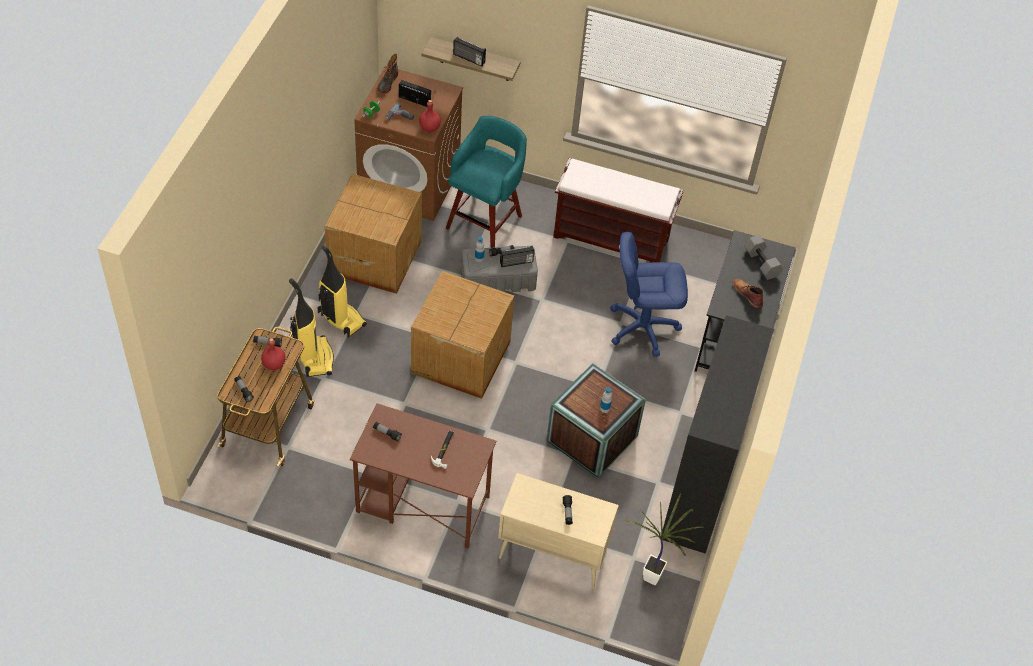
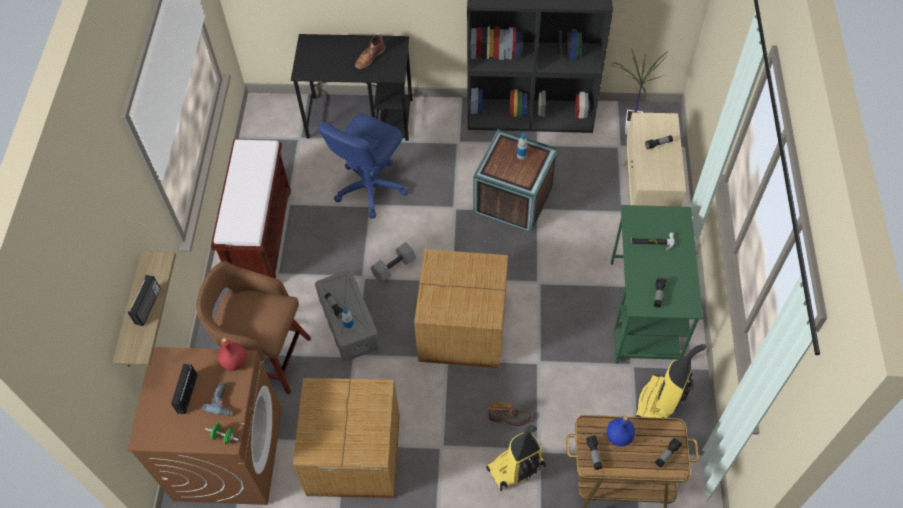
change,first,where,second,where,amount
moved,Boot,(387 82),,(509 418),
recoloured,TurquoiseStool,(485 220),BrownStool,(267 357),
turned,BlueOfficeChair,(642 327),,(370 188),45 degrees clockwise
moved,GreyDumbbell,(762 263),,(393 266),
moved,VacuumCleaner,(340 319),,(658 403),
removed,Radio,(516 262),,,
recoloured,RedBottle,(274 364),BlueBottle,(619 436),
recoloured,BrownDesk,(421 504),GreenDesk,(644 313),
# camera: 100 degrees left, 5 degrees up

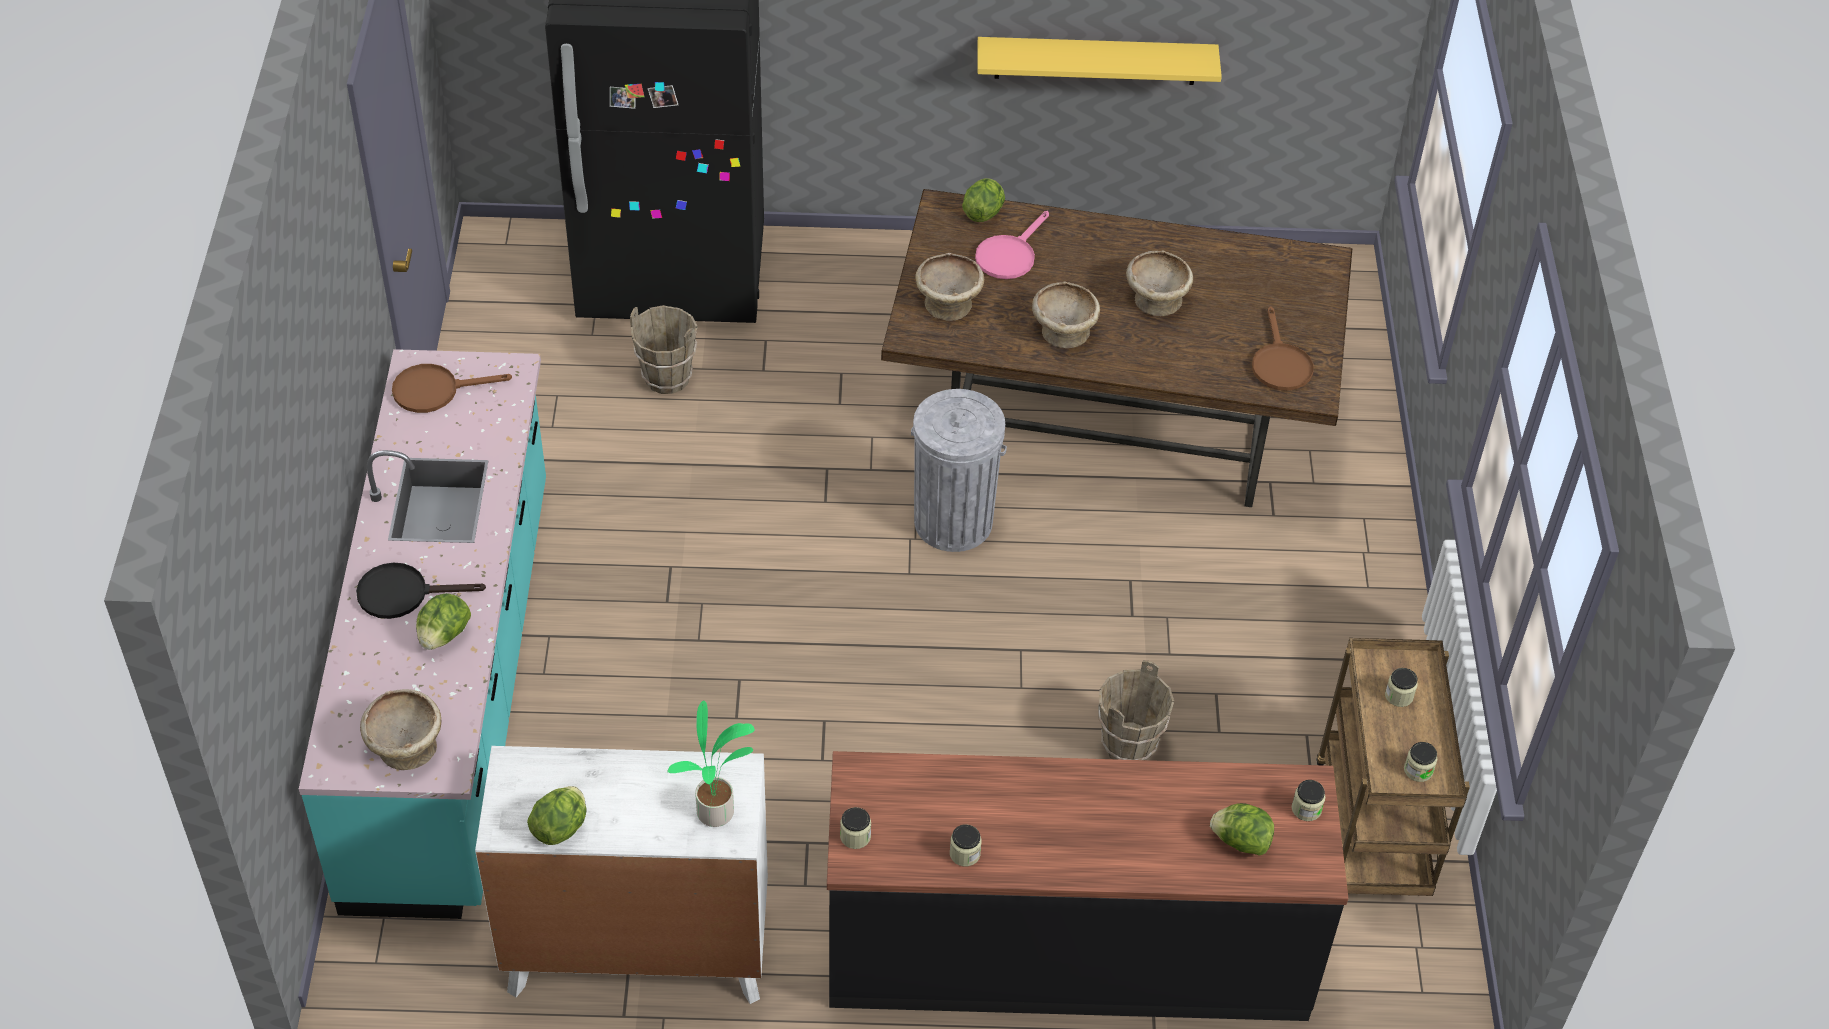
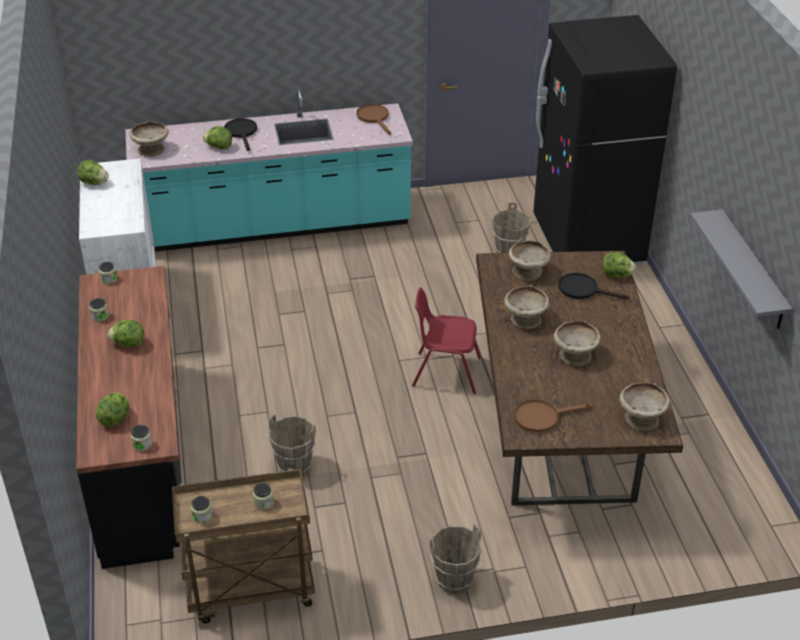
change,first,where,second,where,amount
recoloured,YellowShelf,(1096 60),GreyShelf,(752 270),
recoloured,PinkFryingPan,(1009 255),BlackFryingPan,(583 289),
replaced,GreyTrashCan,(953 521),RedChair,(445 372),
removed,PottedPlant,(717 814),,,
added,,,Lettuce,(128 344),
added,,,BeigeBowl,(641 418),
added,,,BrownBucket,(454 580),
# camera: 80 degrees right, 10 degrees down

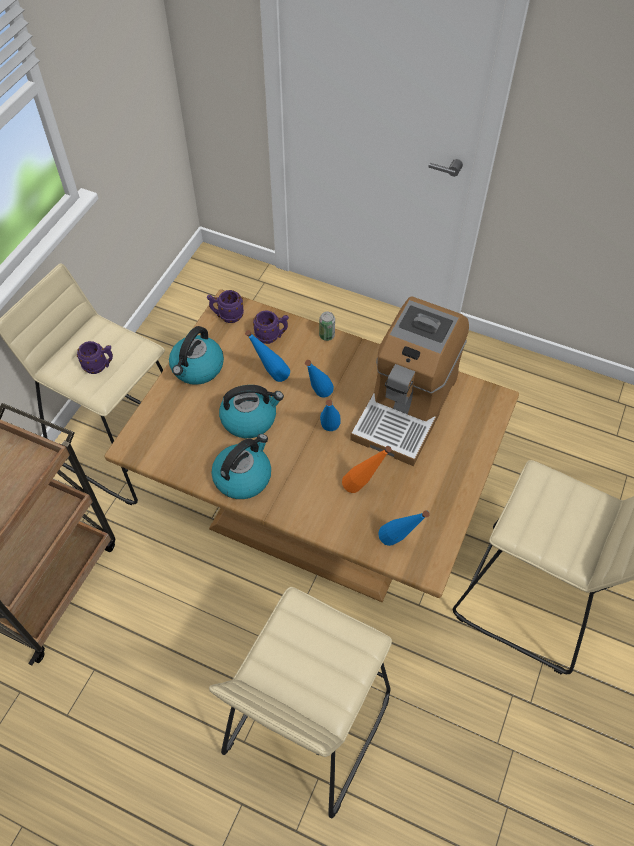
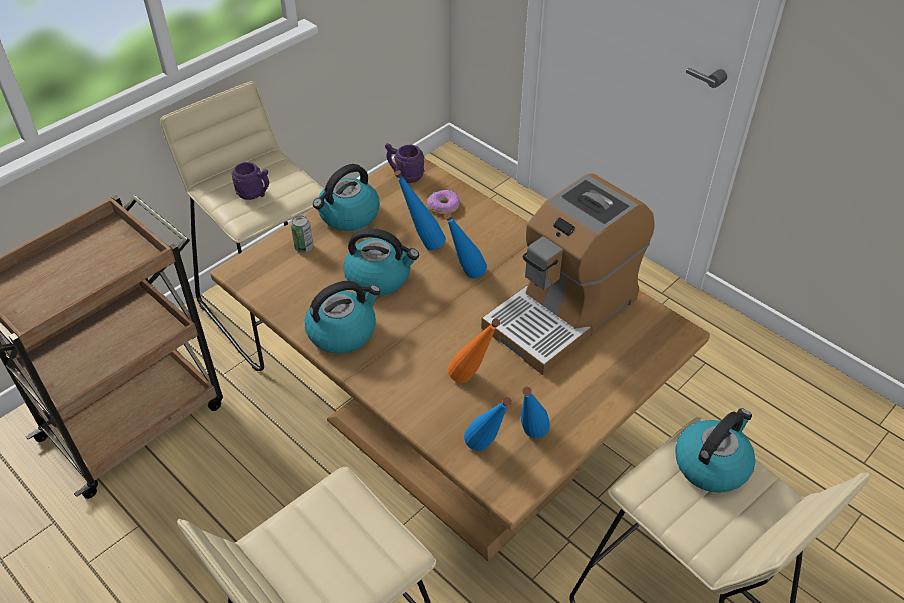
change,first,where,second,where,amount
replaced,PurpleMug,(272 336),Donut,(443 206),
moved,Can,(327 335),,(304 247),
moved,BlueBottle,(329 433),,(529 440),
added,,,Kettle,(711 464),
# camera: 20 degrees right, 10 degrees down

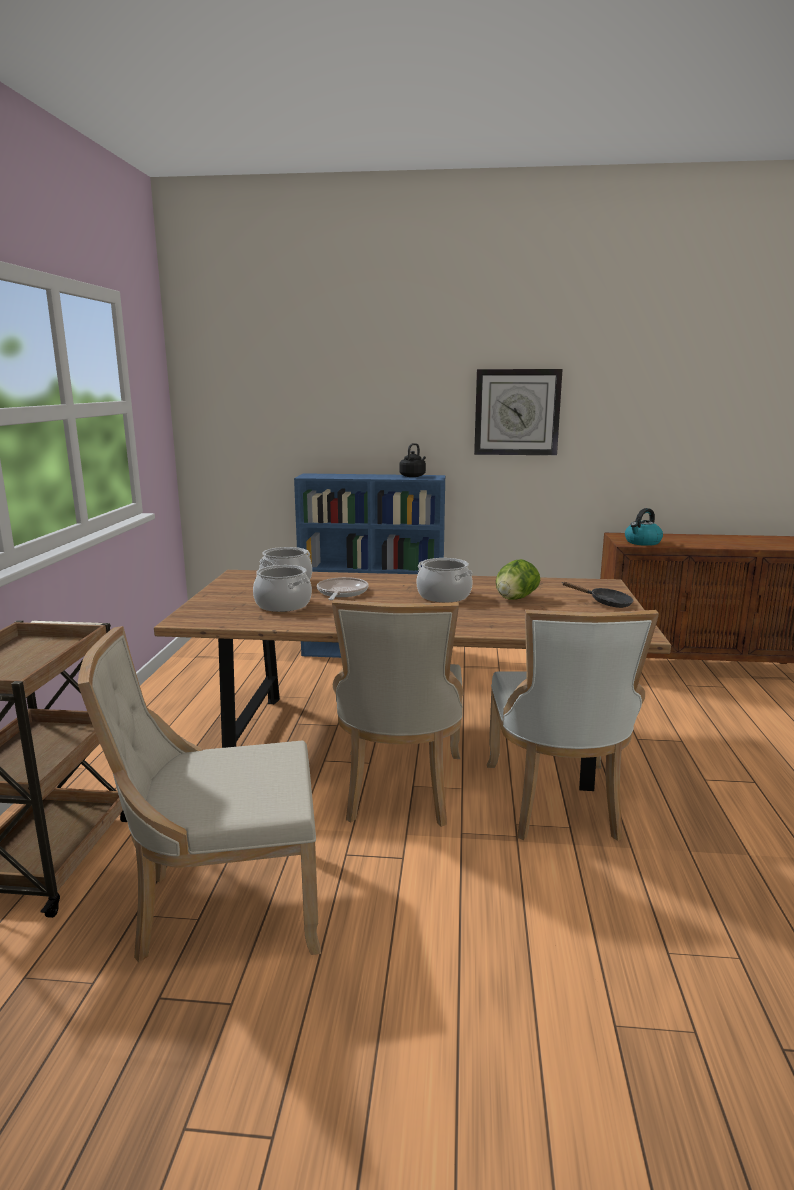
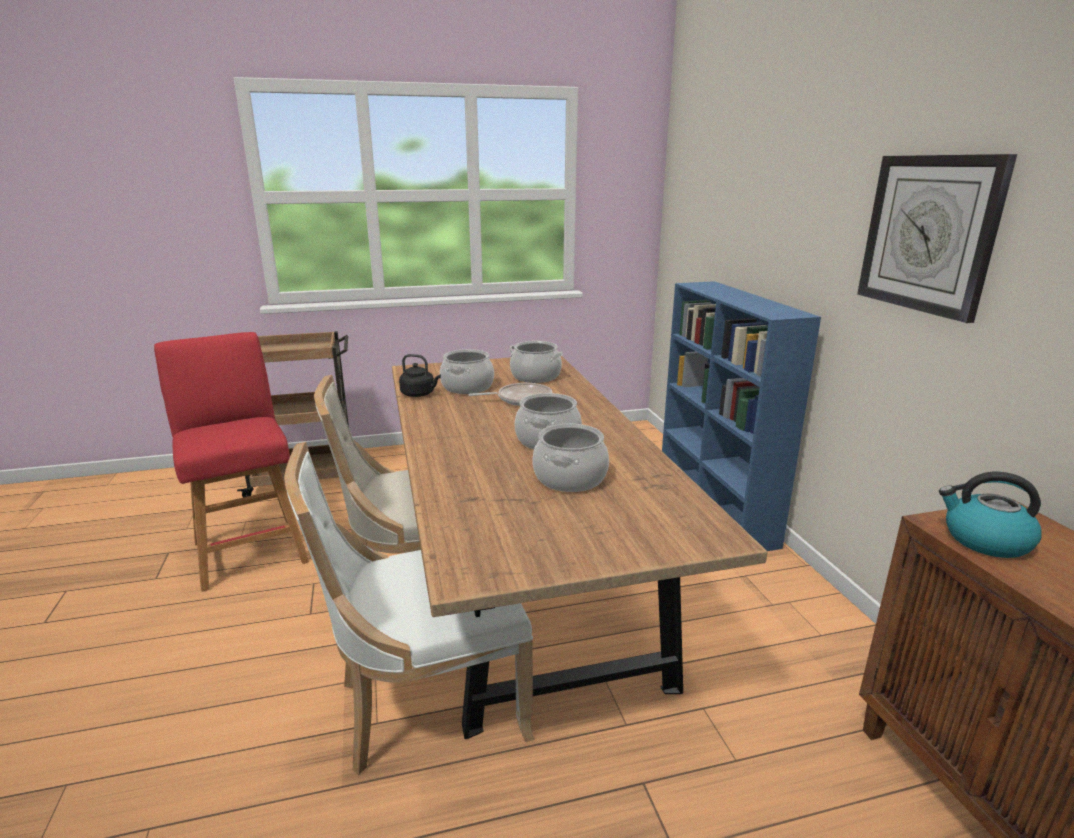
change,first,where,second,where,amount
moved,BlackKettle,(413 476),,(419 394),
replaced,Lettuce,(515 599),CookingPot,(570 478),
removed,BlackFryingPan,(606 603),,,
replaced,BeigeChair,(223 907),RedStool,(249 549),
# camera: 70 degrees right, 5 degrees up

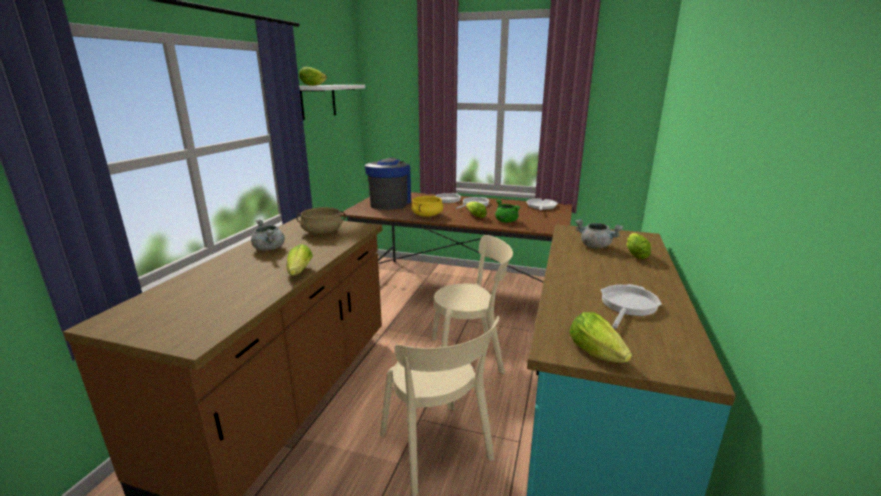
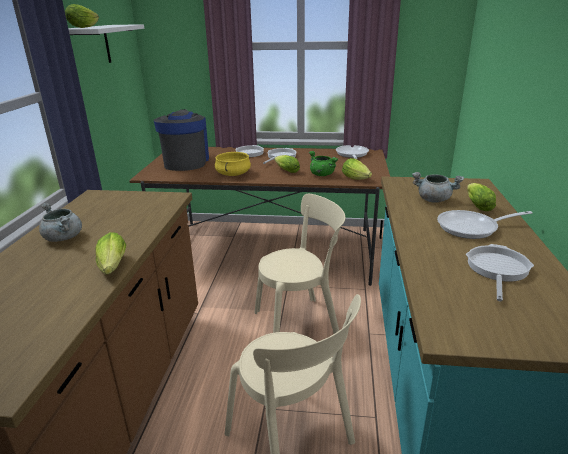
change,first,where,second,where,amount
removed,BeigeCookingPot,(322 232),,,
moved,Lettuce,(598 354),,(357 178),
added,,,FryingPan,(472 228),
# camera: 10 degrees left, 5 degrees up

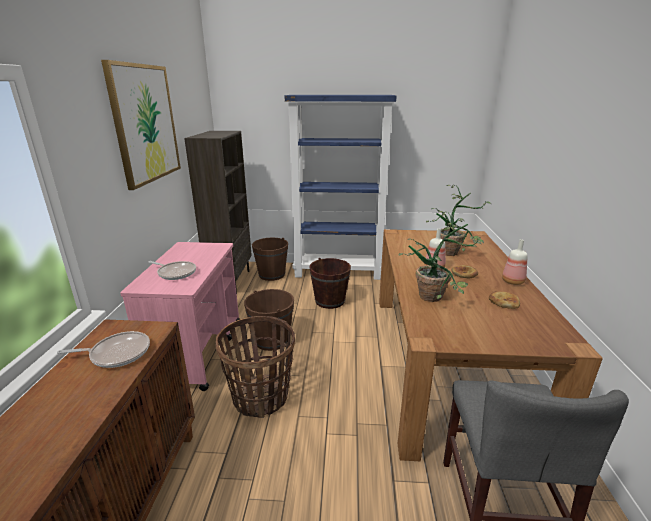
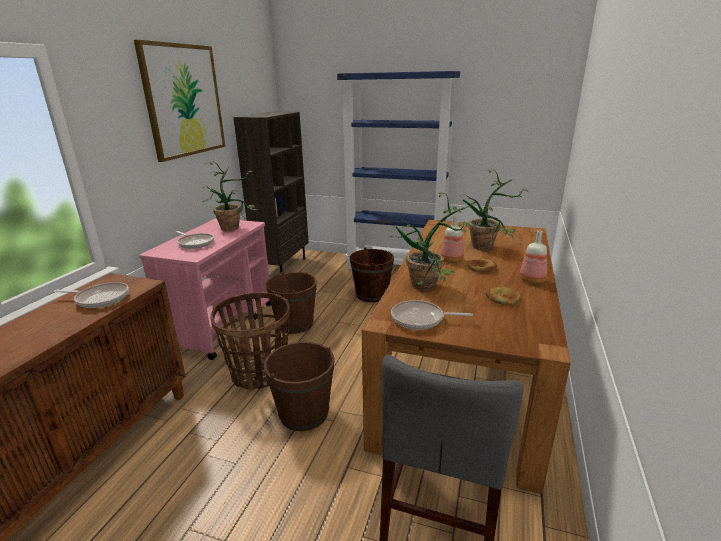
change,first,where,second,where,amount
moved,BrownBucket,(271 275),,(304 413),
added,,,PottedPlant,(233 226),
added,,,FryingPan,(420 319),
# camera: 15 degrees right, 0 degrees up

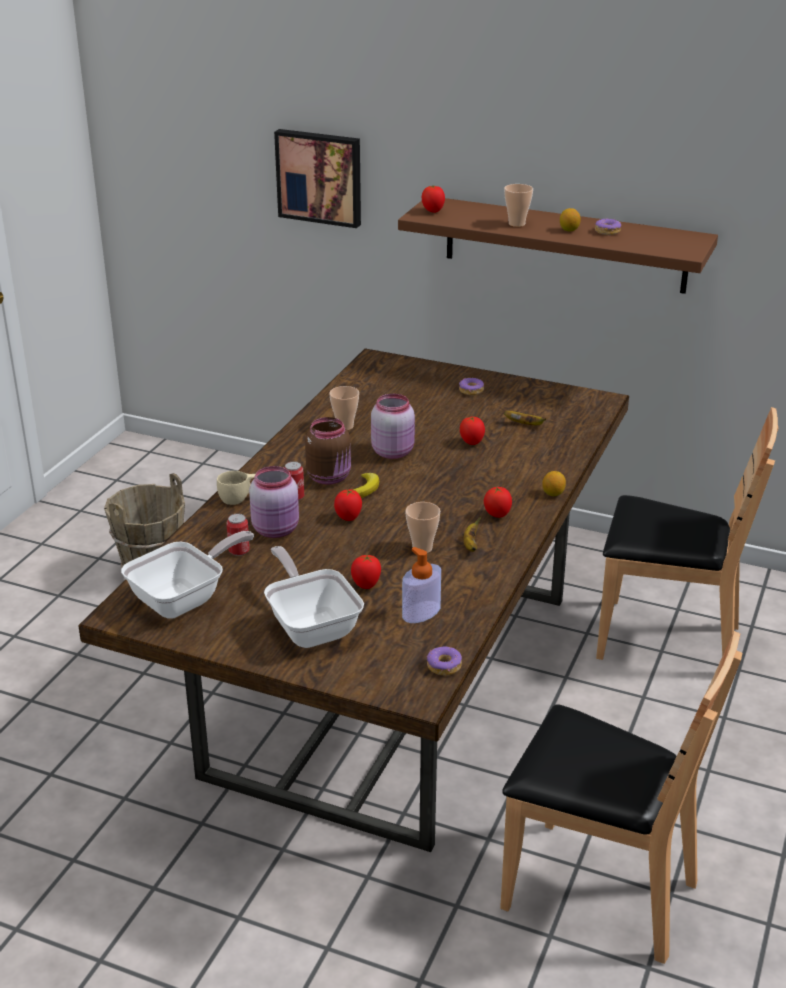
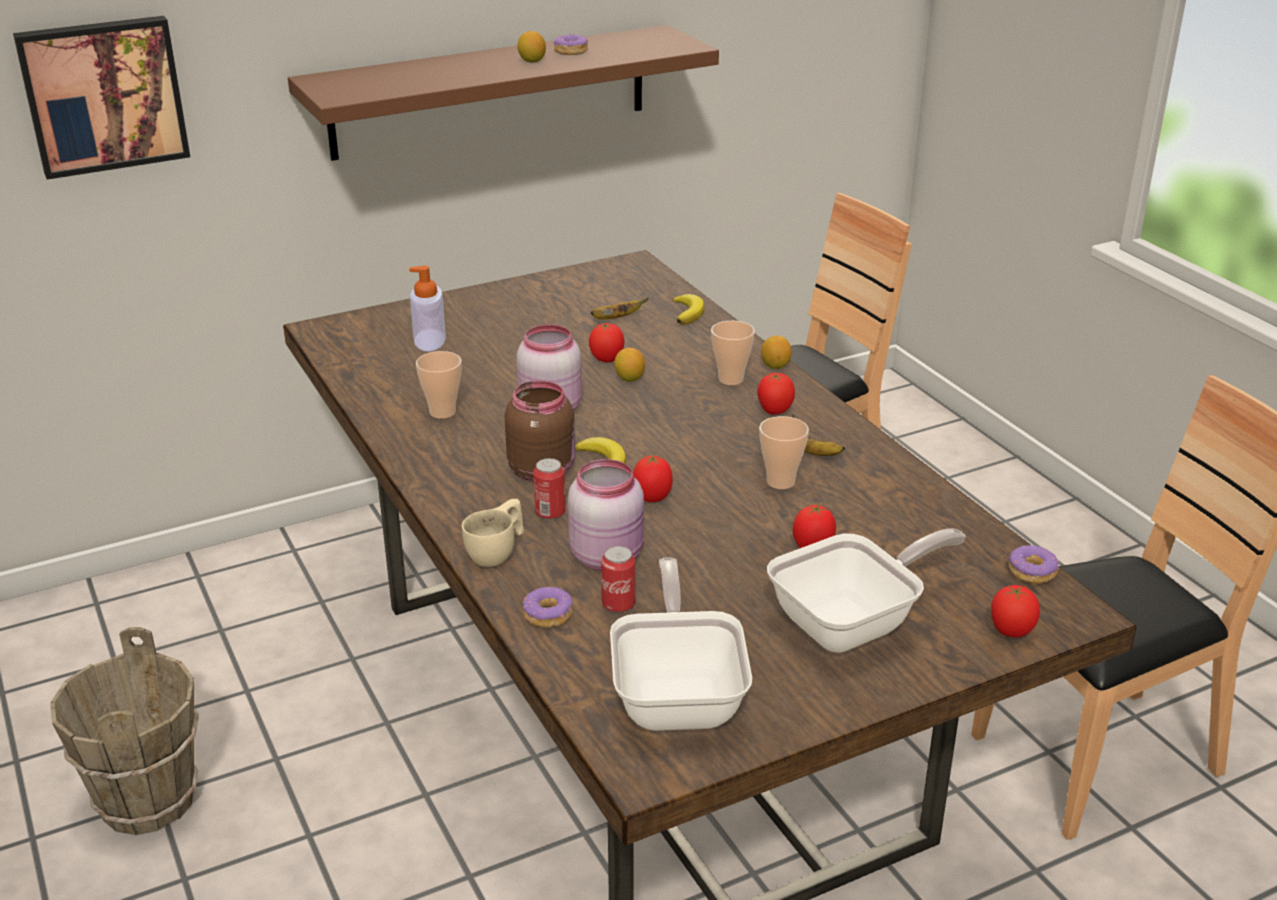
change,first,where,second,where,amount
moved,Cup,(516 224),,(731 379),
moved,Tomato,(433 211),,(1010 632),
moved,Donut,(471 391),,(548 615),
turned,FryingPan,(311 626),,(854 623),135 degrees clockwise
moved,SoapDispenser,(421 612),,(429 340),
added,,,Banana,(688 313),
added,,,Lemon,(629 379),
# camera: 50 degrees left, 0 degrees up

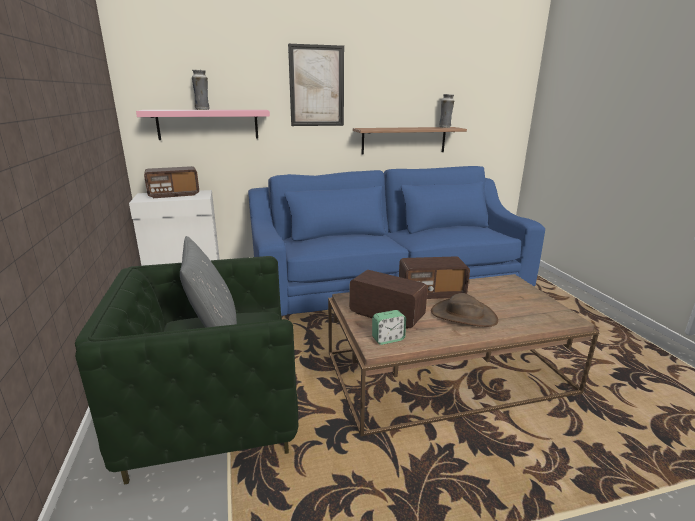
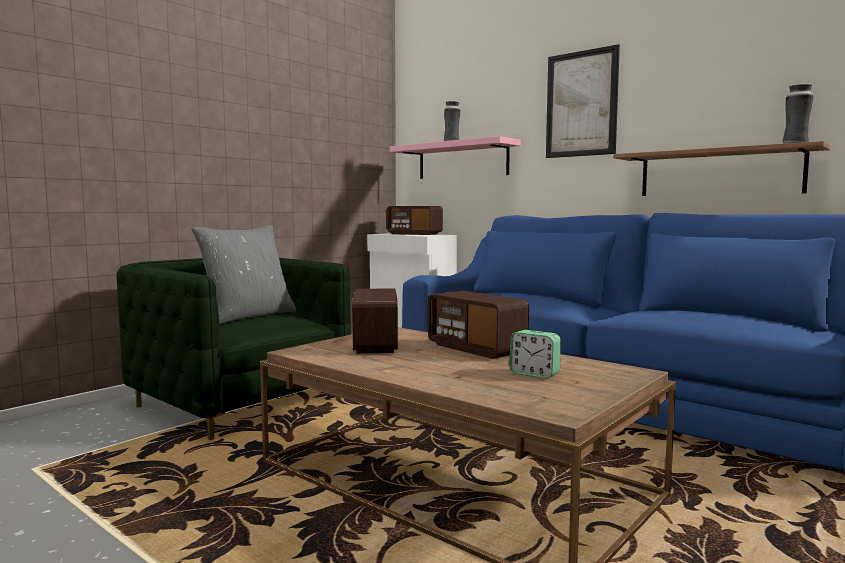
change,first,where,second,where,amount
removed,BrownHat,(463 316),,,
moved,AlarmClock,(388 339),,(534 374),
# camera: 55 degrees right, 15 degrees down

